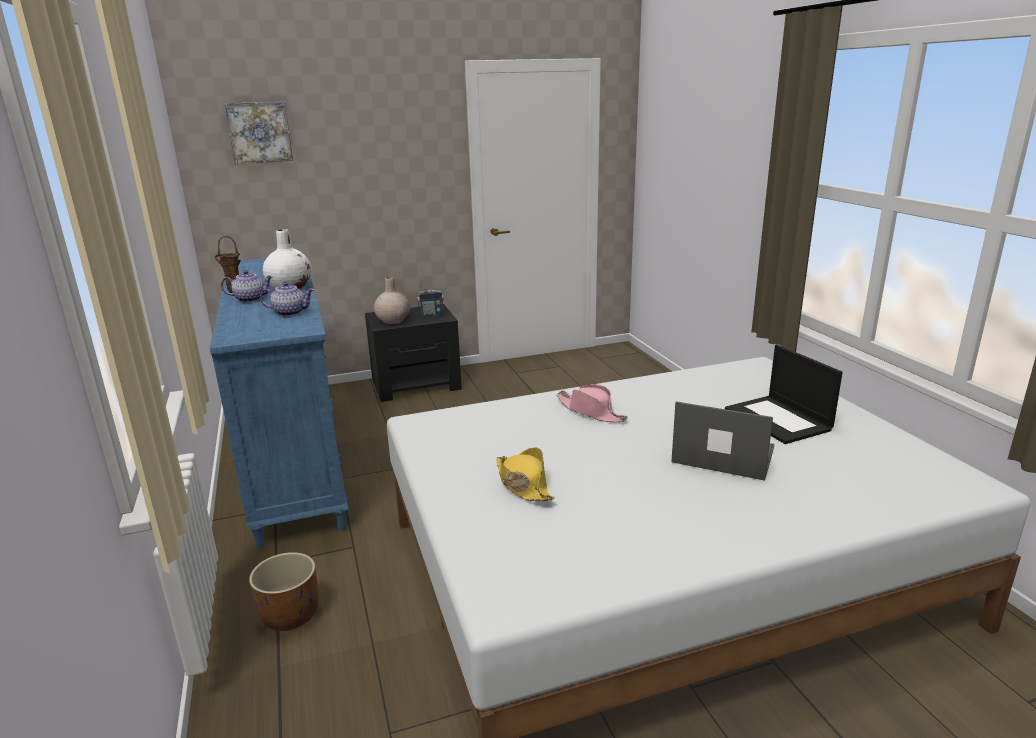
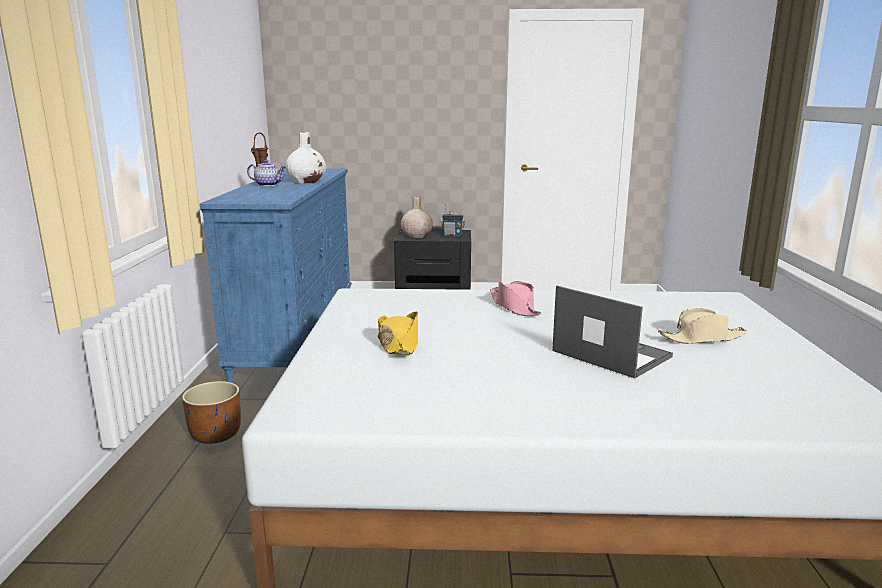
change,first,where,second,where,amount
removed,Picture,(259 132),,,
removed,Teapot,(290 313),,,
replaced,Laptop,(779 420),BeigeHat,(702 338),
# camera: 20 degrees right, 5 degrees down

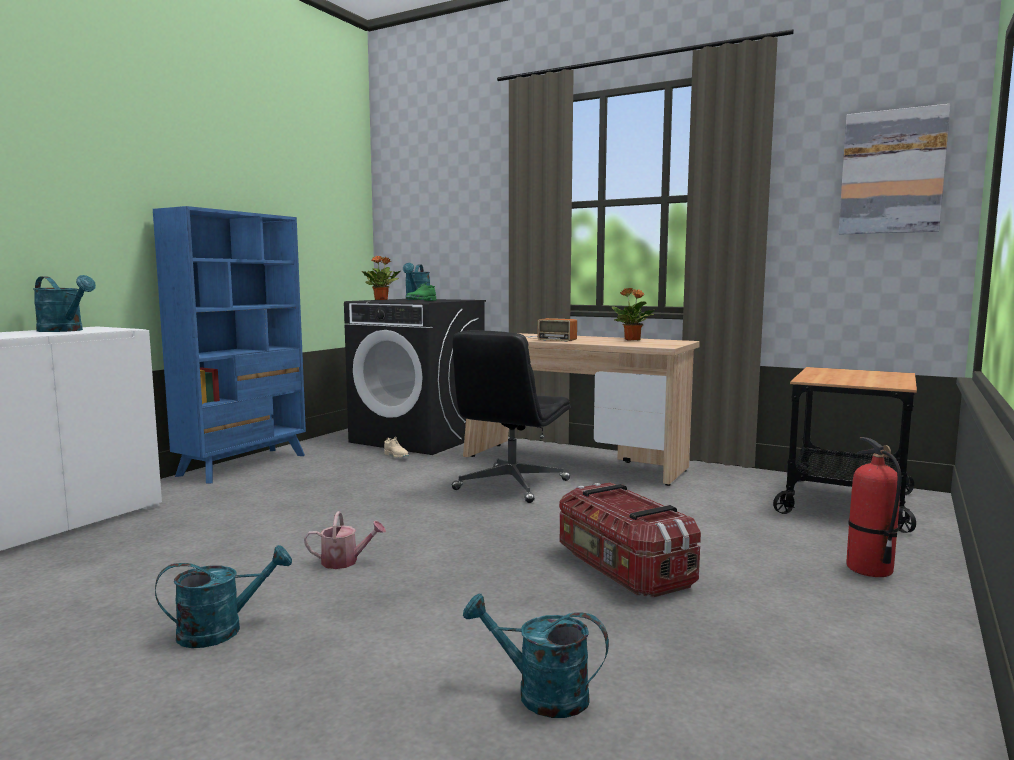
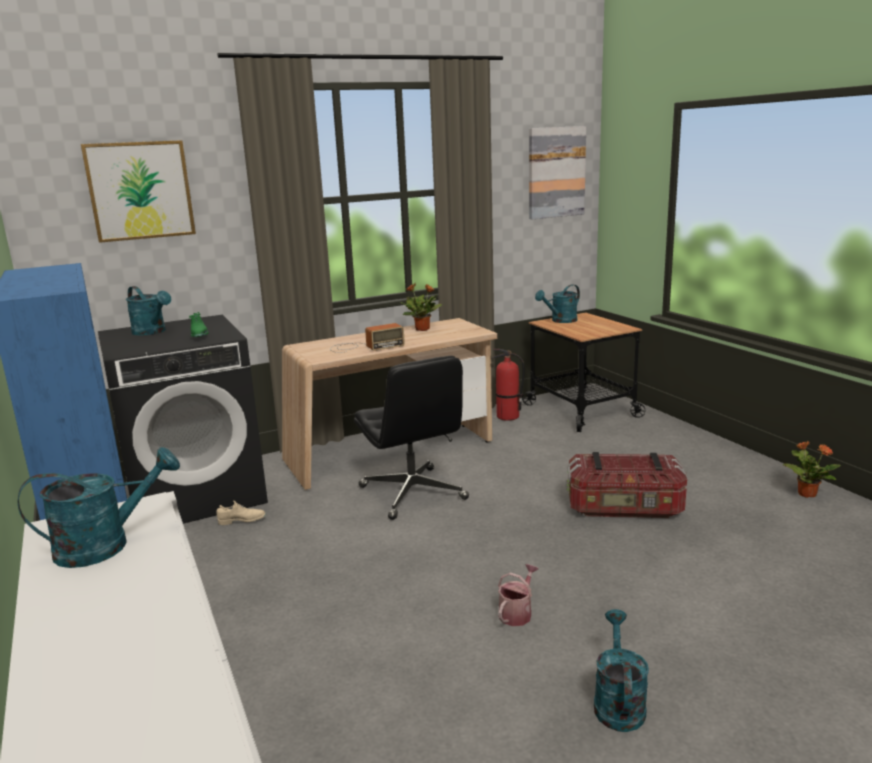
change,first,where,second,where,amount
moved,PottedPlant,(381 299),,(806 494),
moved,FireExtinguisher,(868 569),,(507 417),
moved,TurquoiseWateringCan,(540 694),,(560 321),
added,,,Picture,(140 190),
# camera: 55 degrees left, 10 degrees up

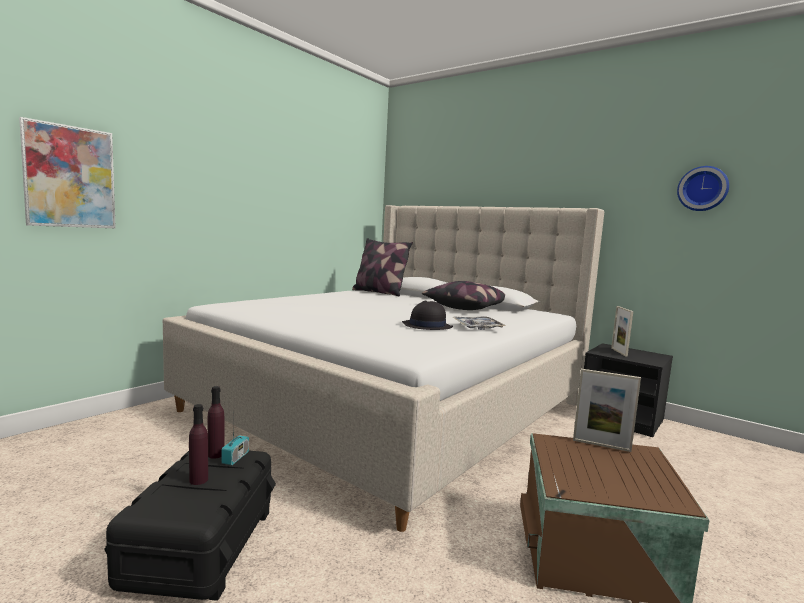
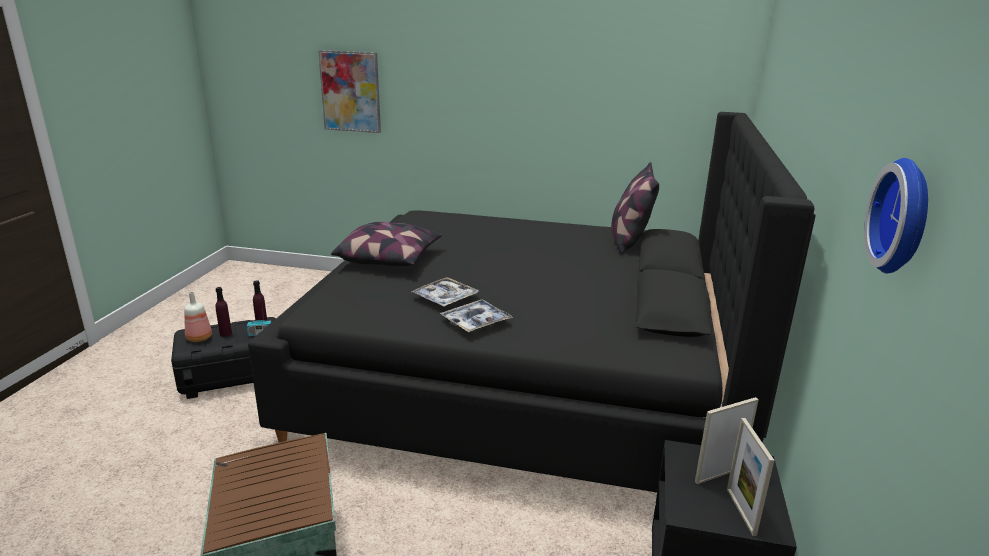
change,first,where,second,where,amount
recoloured,BeigeBed,(394 405),BlackBed,(525 378),
moved,Pillow,(466 308),,(390 259),
replaced,BlackHat,(426 326),Tray,(445 298),
moved,PictureFrame,(601 445),,(741 511),
added,,,Bottle,(198 338),
# camera: 65 degrees right, 15 degrees up

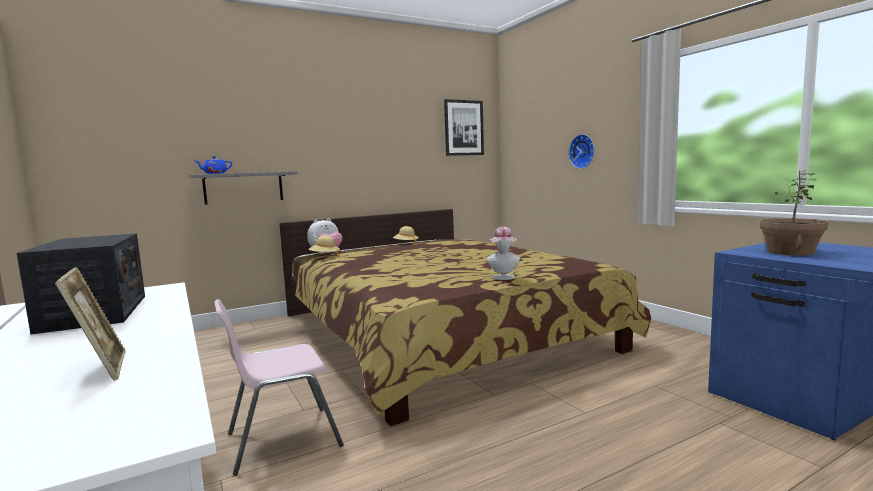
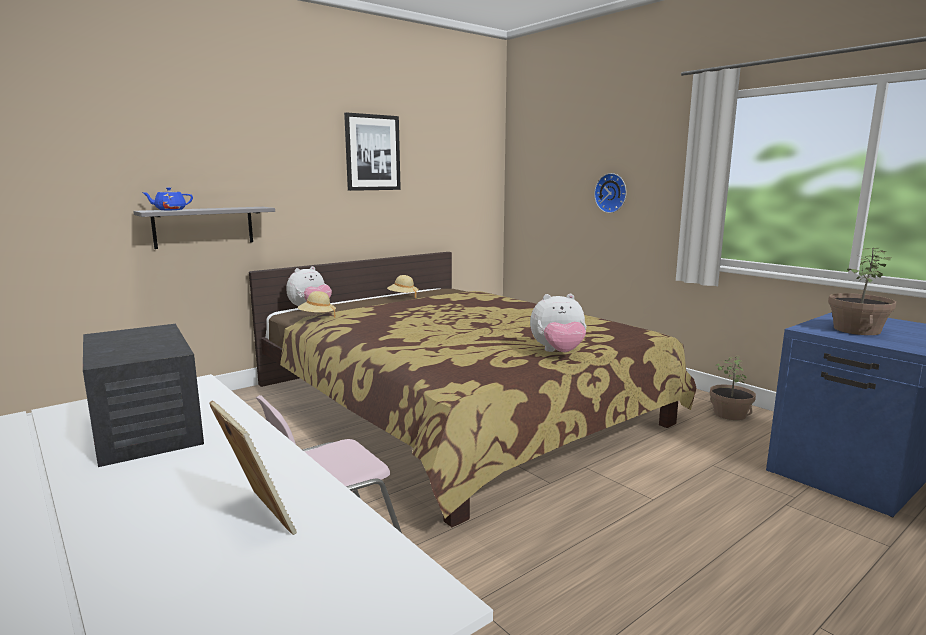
change,first,where,second,where,amount
moved,Picture,(463 128),,(372 152),
replaced,Hat,(503 278),PlushToy,(558 352),
added,,,PottedPlant,(730 414),
# camera: 10 degrees left, 5 degrees up

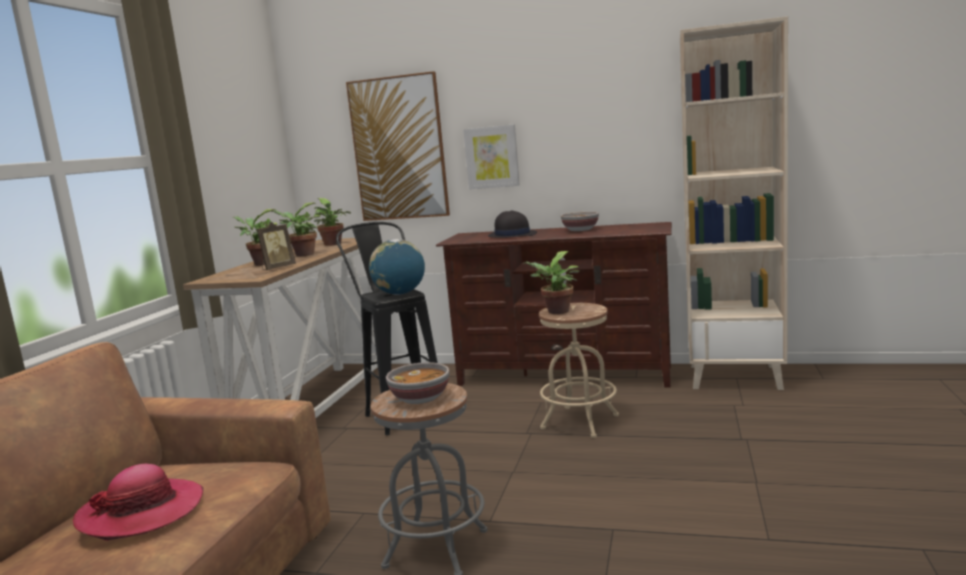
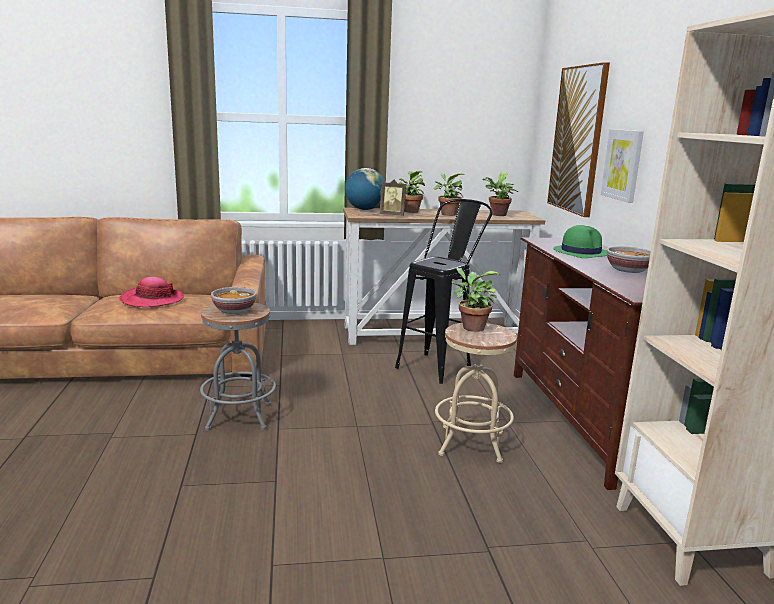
change,first,where,second,where,amount
recoloured,BlackHat,(512 235),GreenHat,(580 252),
moved,Globe,(400 294),,(365 209),
# camera: 65 degrees right, 5 degrees up

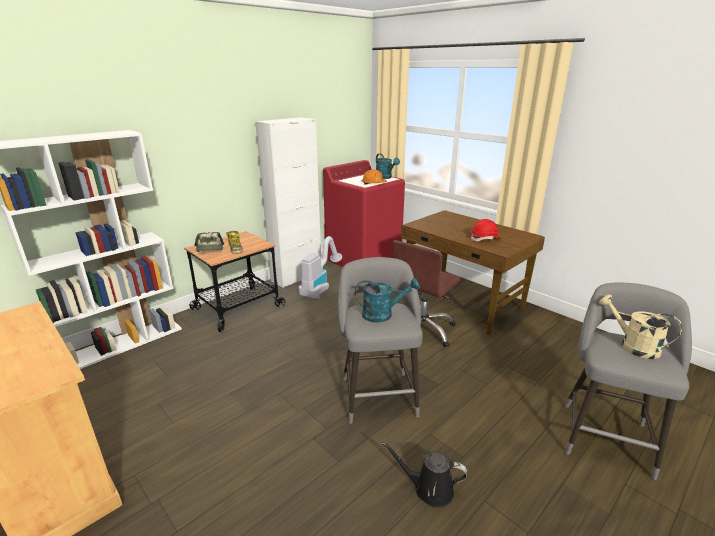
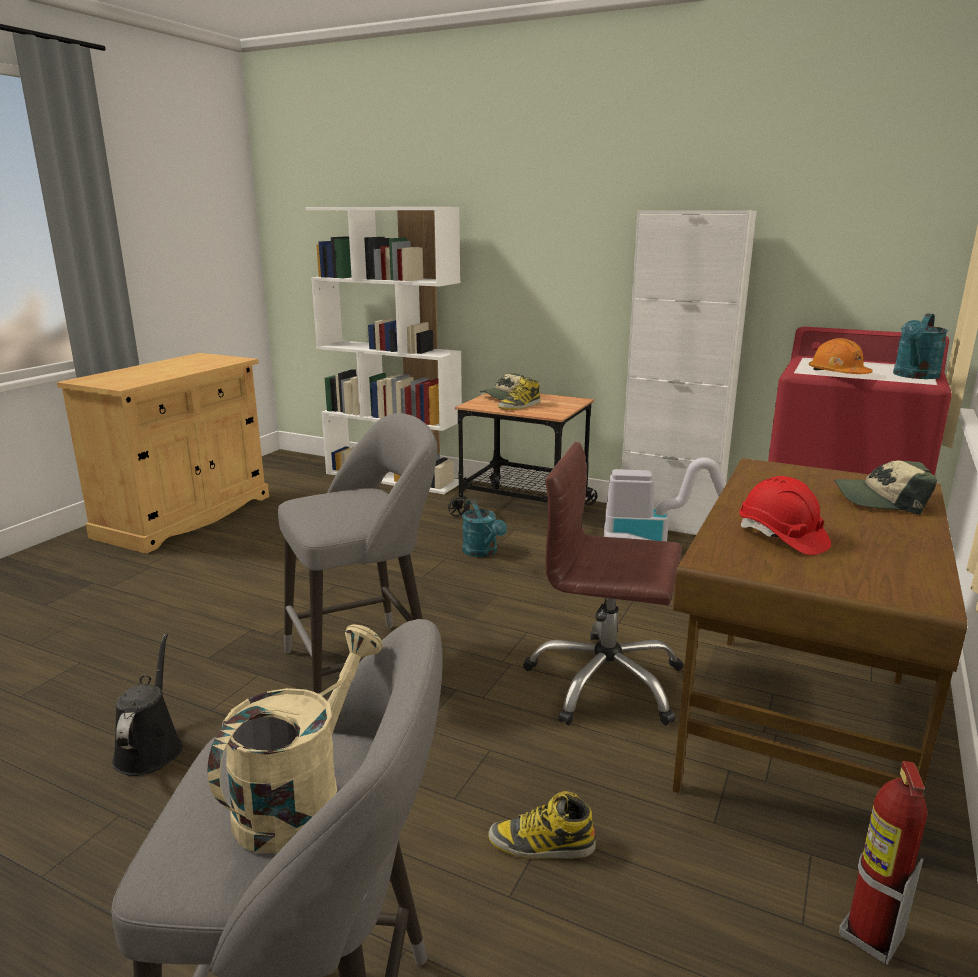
change,first,where,second,where,amount
moved,TurquoiseWateringCan,(383 314),,(483 552),
added,,,Cap,(880 500),
added,,,FireExtinguisher,(870 936),
added,,,Boot,(541 844),
# camera: 70 degrees right, 5 degrees down

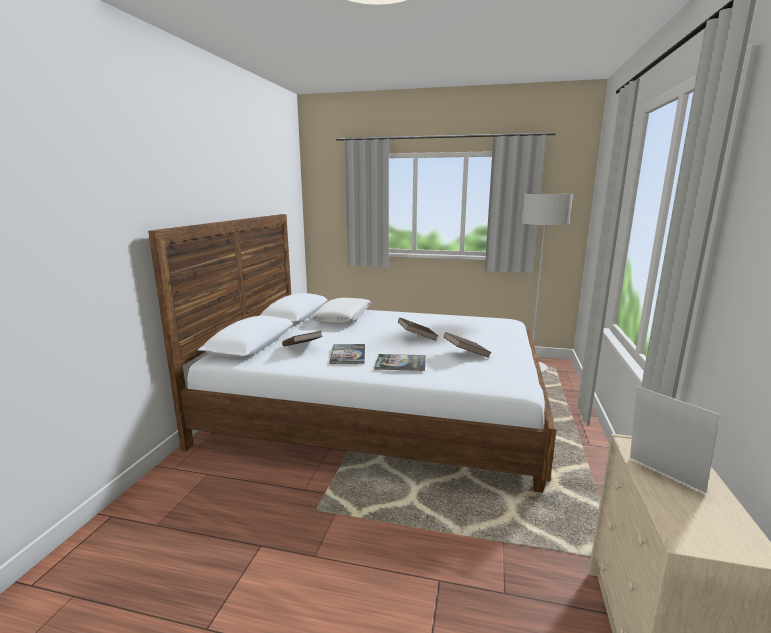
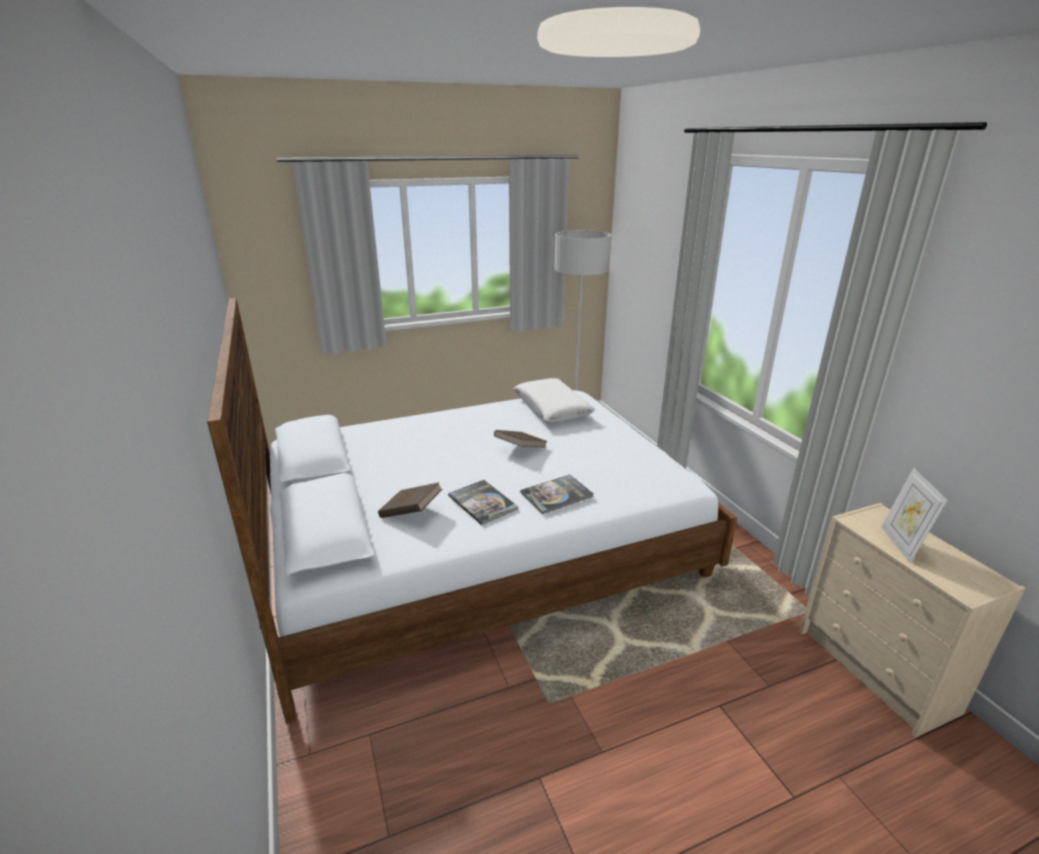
change,first,where,second,where,amount
moved,WhitePillow,(343 318),,(552 409),
removed,BrownBook,(466 354),,,
turned,PictureFrame,(662 476),,(901 544),105 degrees counterclockwise
# camera: 35 degrees left, 10 degrees up

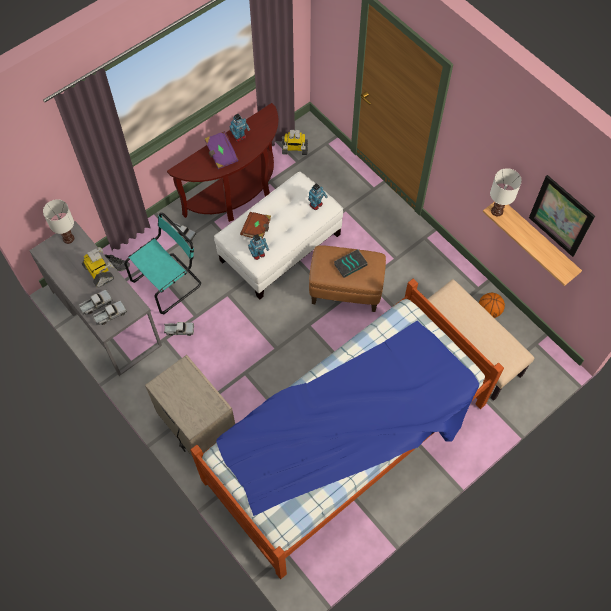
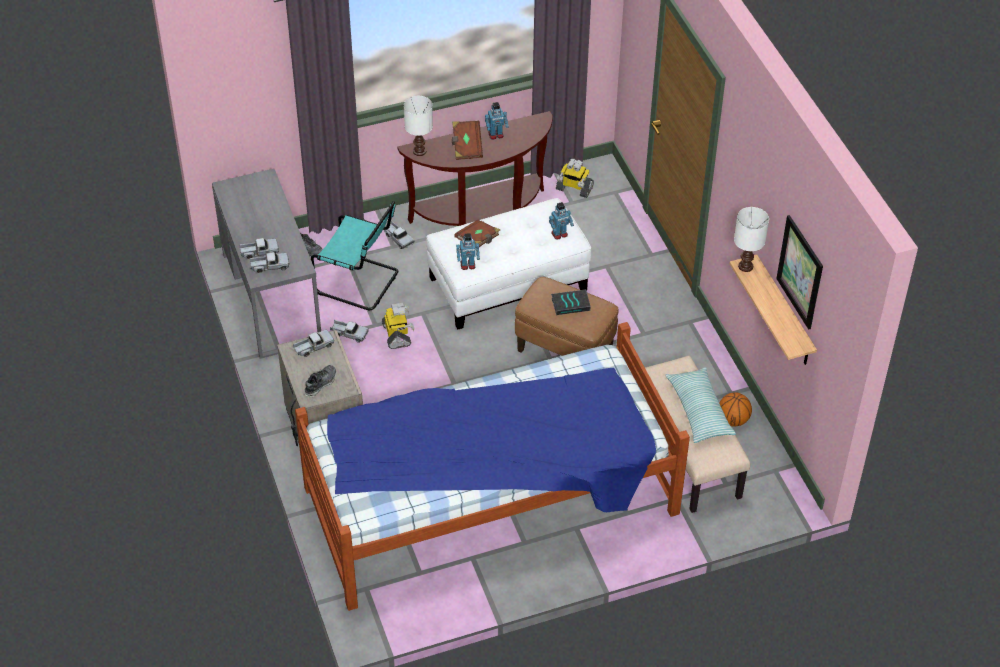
change,first,where,second,where,amount
recoloured,PurpleBook,(221 154),BrownBook,(466 147),
moved,WhiteTableLamp,(69 238),,(420 151),
turned,TurquoiseChair,(169 282),,(360 283),45 degrees clockwise
moved,ToyRobot,(99 272),,(397 335),
added,,,ToyTruck,(313 347),
added,,,Shoe,(320 384),
added,,,Pillow,(699 411),
# camera: 20 degrees right, 15 degrees down

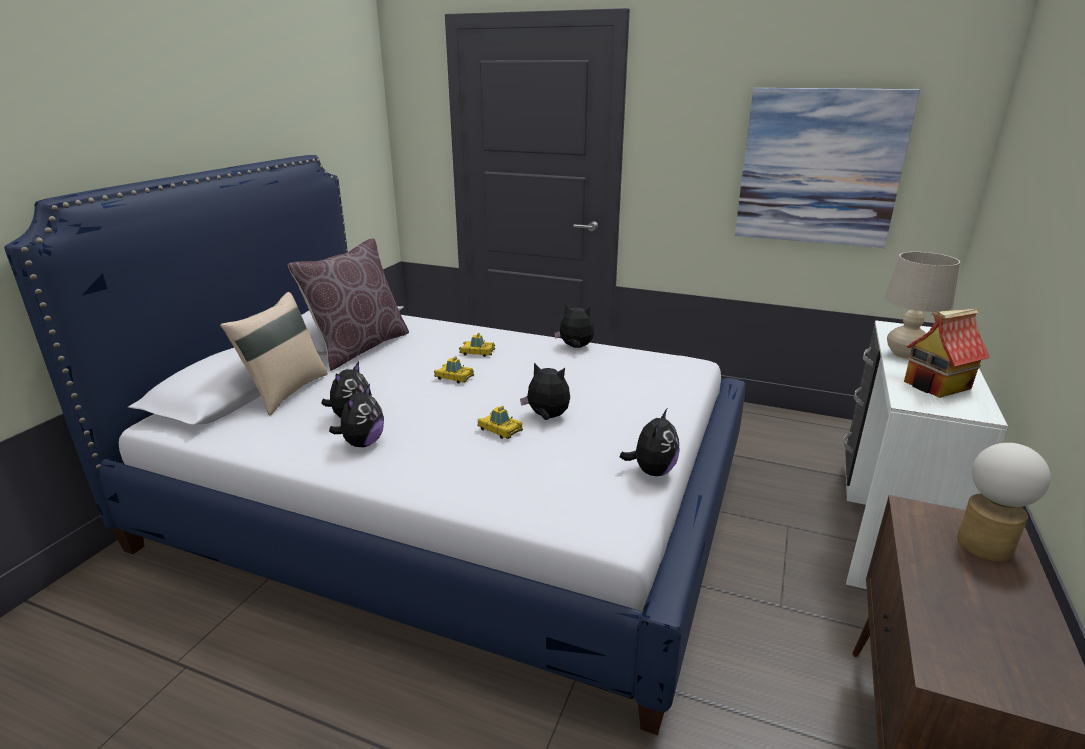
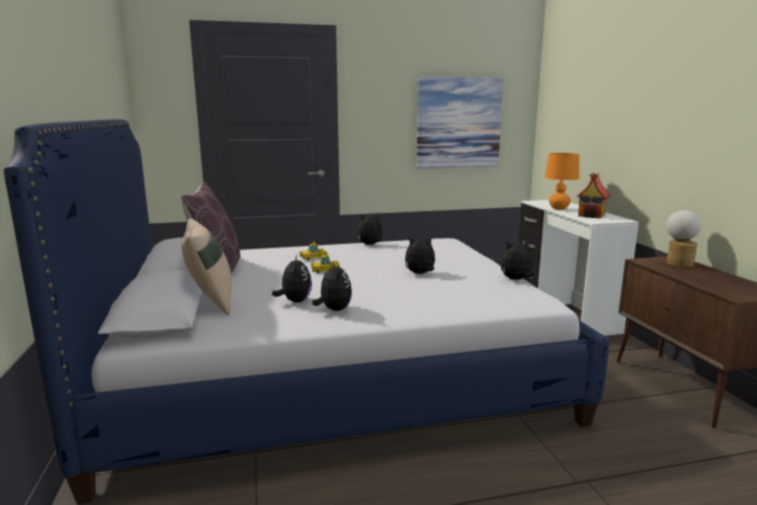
change,first,where,second,where,amount
recoloured,BeigeTableLamp,(904 355),OrangeTableLamp,(558 209),
removed,ToyCar,(500 429),,,
turned,PlushToy,(652 471),,(516 280),90 degrees counterclockwise
# camera: 35 degrees left, 10 degrees down

